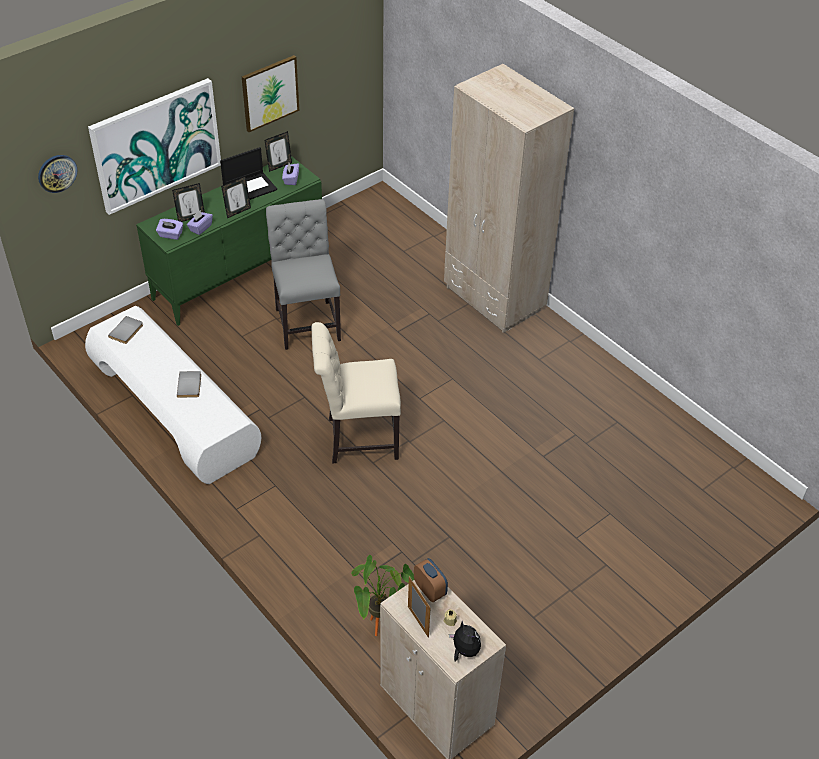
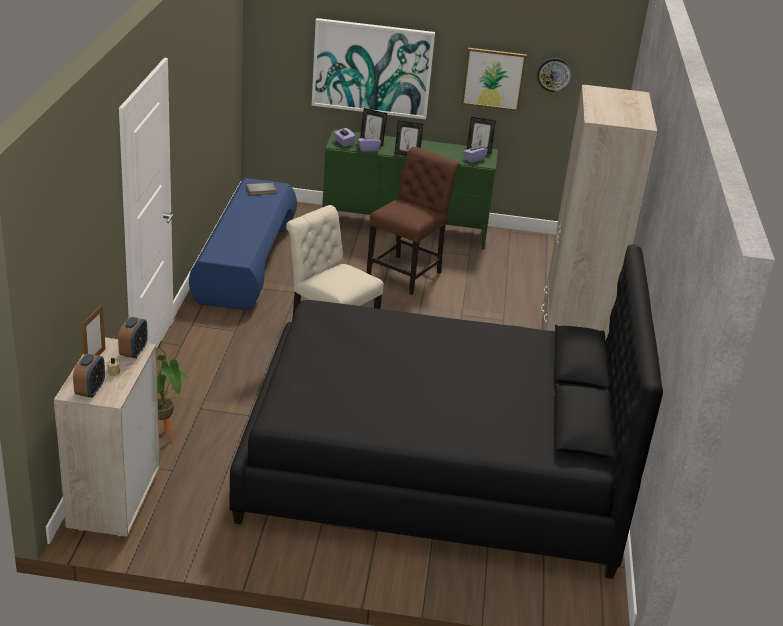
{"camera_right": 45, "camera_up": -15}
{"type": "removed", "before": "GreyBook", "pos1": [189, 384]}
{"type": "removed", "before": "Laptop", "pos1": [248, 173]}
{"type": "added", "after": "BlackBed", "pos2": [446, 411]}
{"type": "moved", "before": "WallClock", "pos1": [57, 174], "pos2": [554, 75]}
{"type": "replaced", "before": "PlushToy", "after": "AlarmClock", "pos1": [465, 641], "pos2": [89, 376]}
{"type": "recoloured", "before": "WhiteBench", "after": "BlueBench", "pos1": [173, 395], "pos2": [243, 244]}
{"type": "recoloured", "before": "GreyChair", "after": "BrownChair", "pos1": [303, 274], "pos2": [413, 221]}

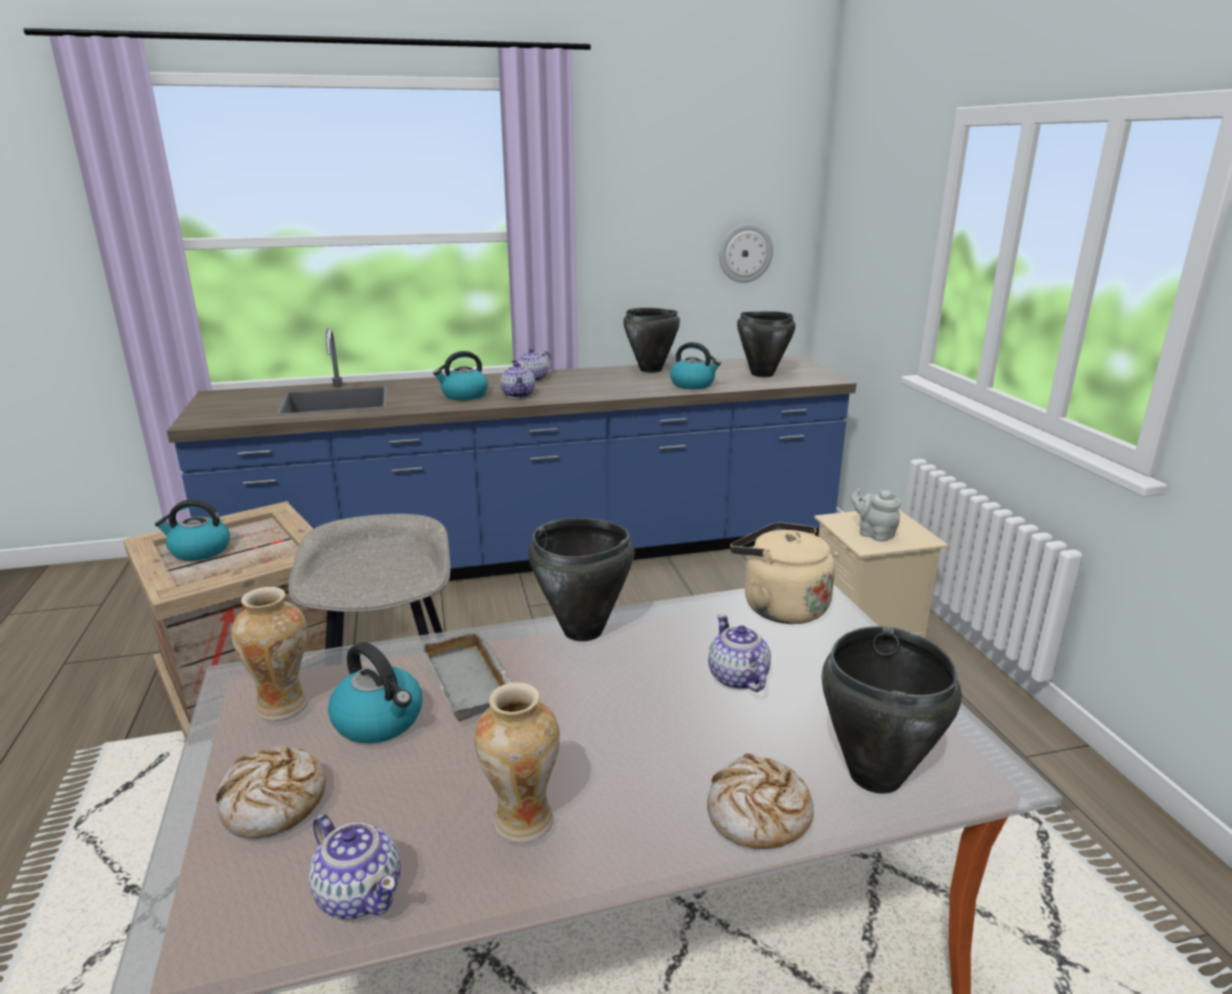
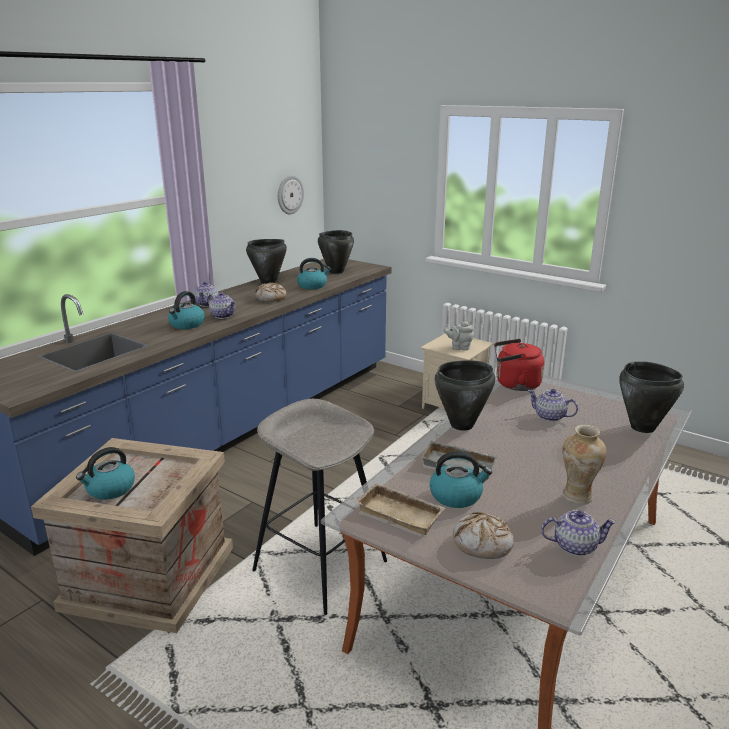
{"camera_right": -40, "camera_up": 0}
{"type": "moved", "before": "Bread", "pos1": [760, 801], "pos2": [271, 292]}
{"type": "replaced", "before": "Vase", "after": "BeigeTray", "pos1": [269, 654], "pos2": [400, 509]}
{"type": "recoloured", "before": "BeigeKettle", "after": "RedKettle", "pos1": [782, 573], "pos2": [519, 365]}

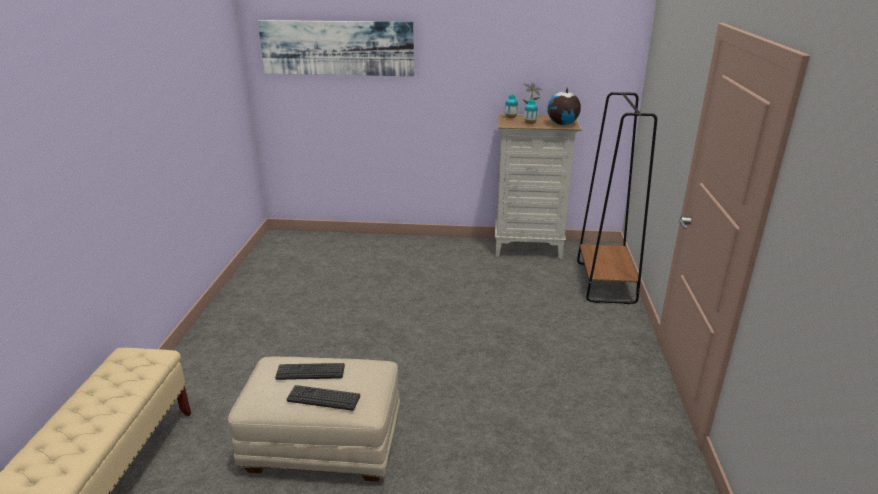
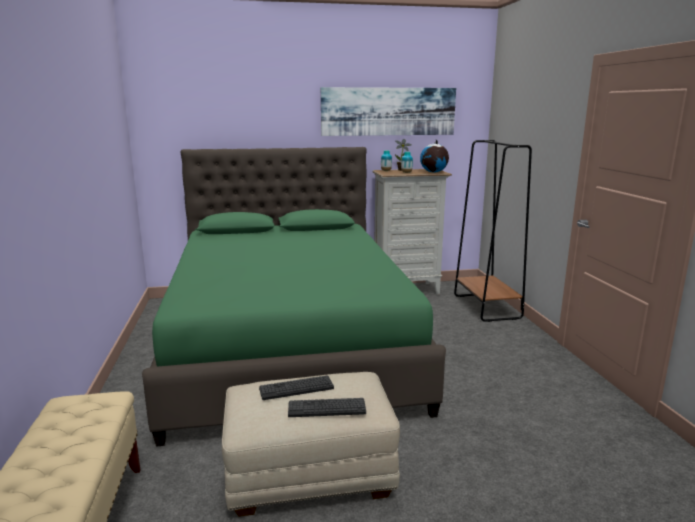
{"camera_right": -15, "camera_up": -10}
{"type": "added", "after": "GreenBed", "pos2": [294, 297]}
{"type": "moved", "before": "Picture", "pos1": [336, 48], "pos2": [388, 111]}

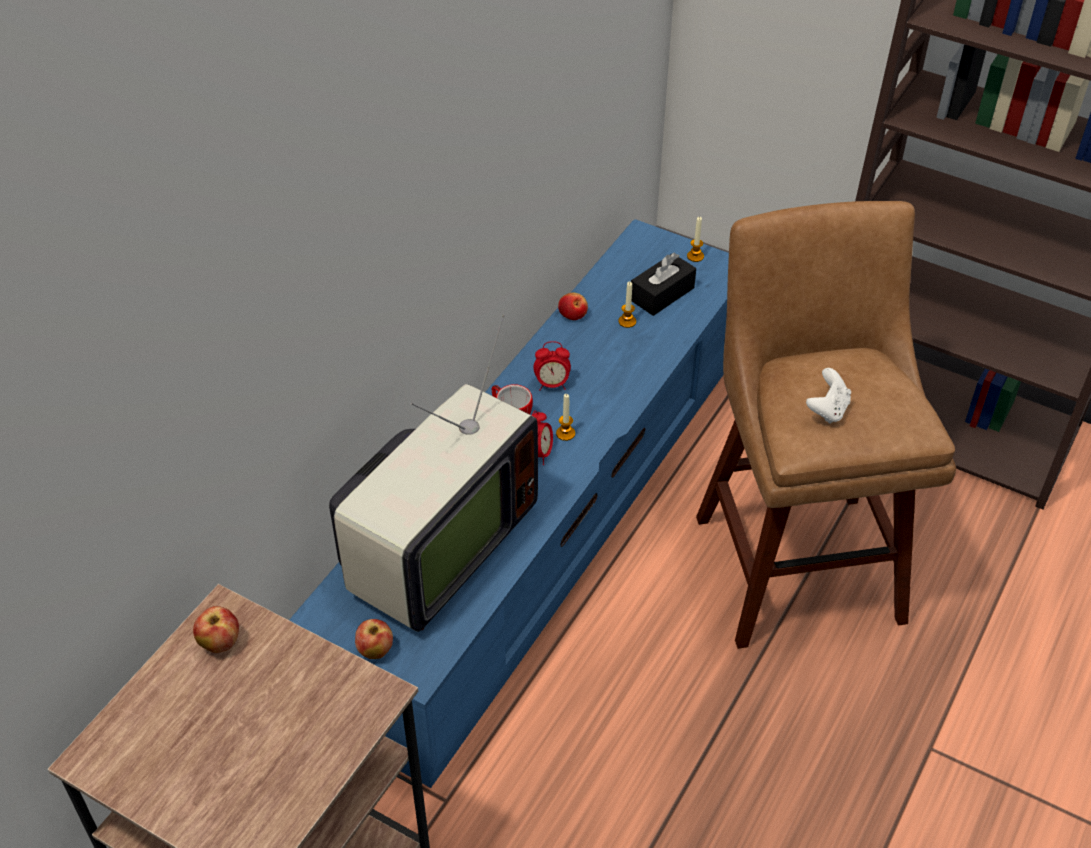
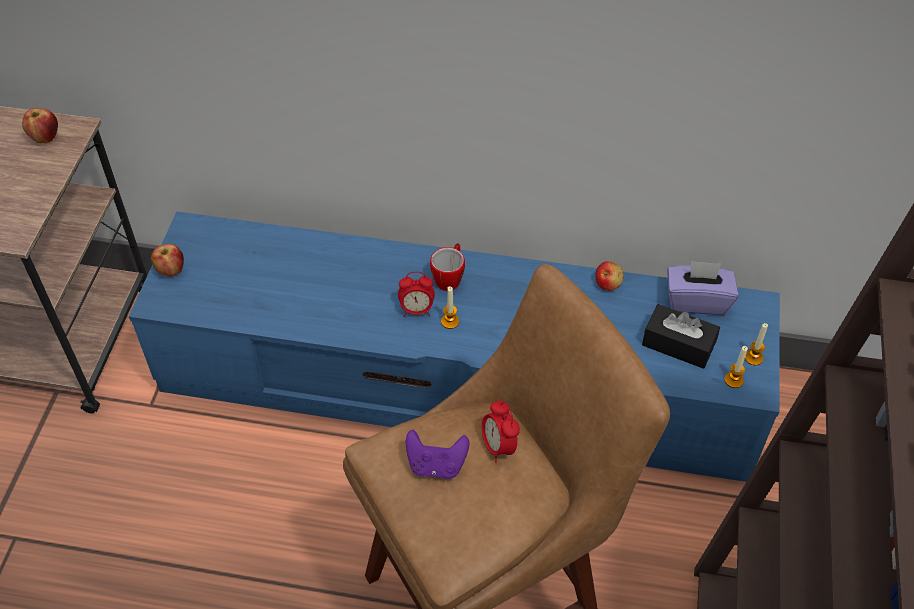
{"camera_right": 70, "camera_up": 5}
{"type": "removed", "before": "Television", "pos1": [433, 473]}
{"type": "added", "after": "PurpleTissueBox", "pos2": [702, 287]}
{"type": "moved", "before": "AlarmClock", "pos1": [552, 365], "pos2": [501, 432]}
{"type": "moved", "before": "Candle", "pos1": [627, 305], "pos2": [736, 367]}
{"type": "recoloured", "before": "WhiteGameController", "after": "PurpleGameController", "pos1": [828, 396], "pos2": [438, 454]}

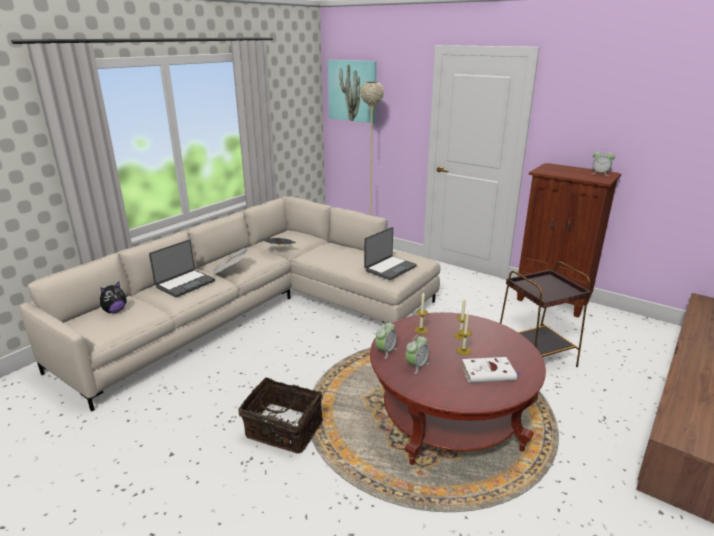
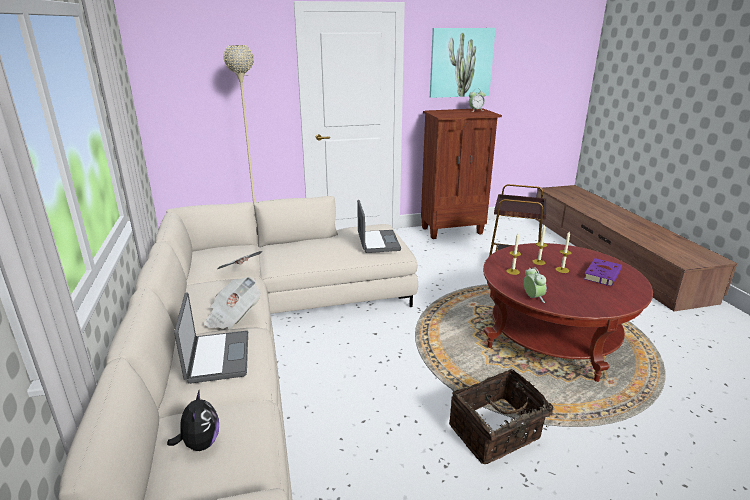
{"camera_right": -50, "camera_up": 0}
{"type": "removed", "before": "AlarmClock", "pos1": [417, 354]}
{"type": "moved", "before": "Picture", "pos1": [352, 91], "pos2": [463, 63]}
{"type": "recoloured", "before": "WhiteBook", "after": "PurpleBook", "pos1": [491, 370], "pos2": [603, 272]}

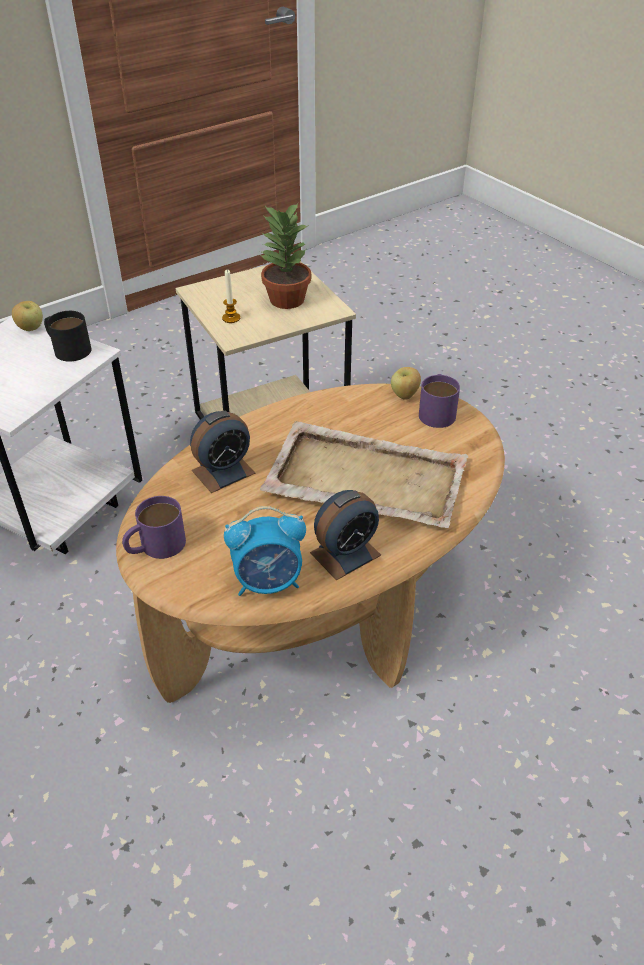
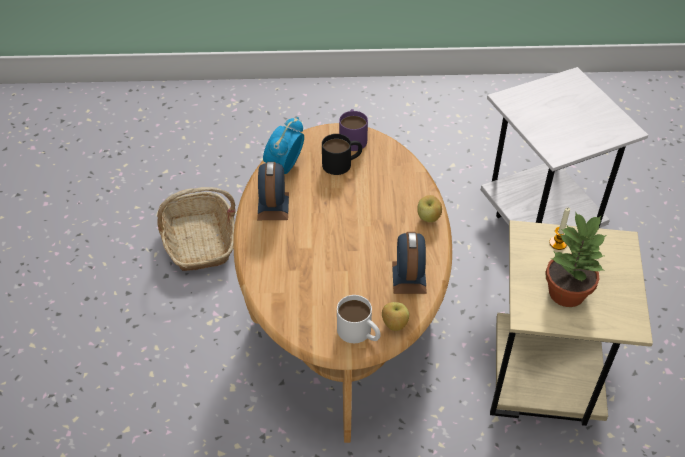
{"camera_right": 125, "camera_up": 5}
{"type": "removed", "before": "BeigeTray", "pos1": [364, 474]}
{"type": "added", "after": "Basket", "pos2": [196, 229]}
{"type": "moved", "before": "Apple", "pos1": [27, 316], "pos2": [429, 208]}
{"type": "moved", "before": "BlackMug", "pos1": [67, 336], "pos2": [342, 154]}
{"type": "moved", "before": "AlarmClock", "pos1": [223, 452], "pos2": [409, 263]}
{"type": "recoloured", "before": "PurpleMug", "after": "WhiteMug", "pos1": [439, 401], "pos2": [359, 319]}

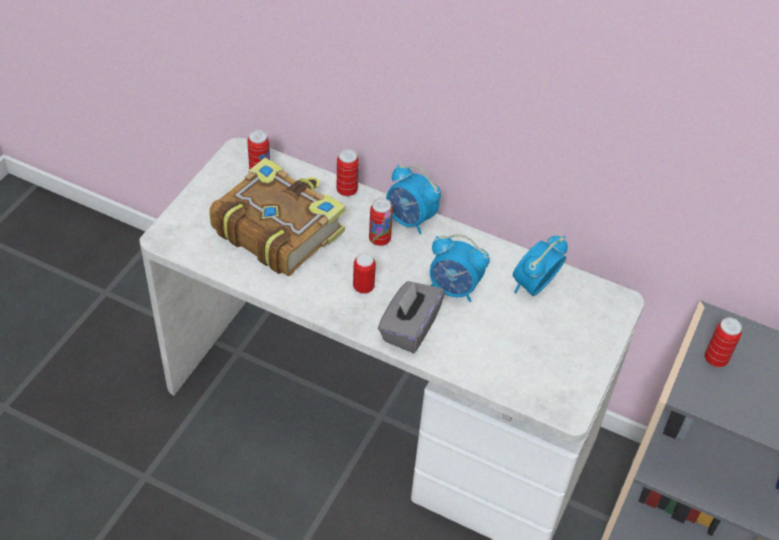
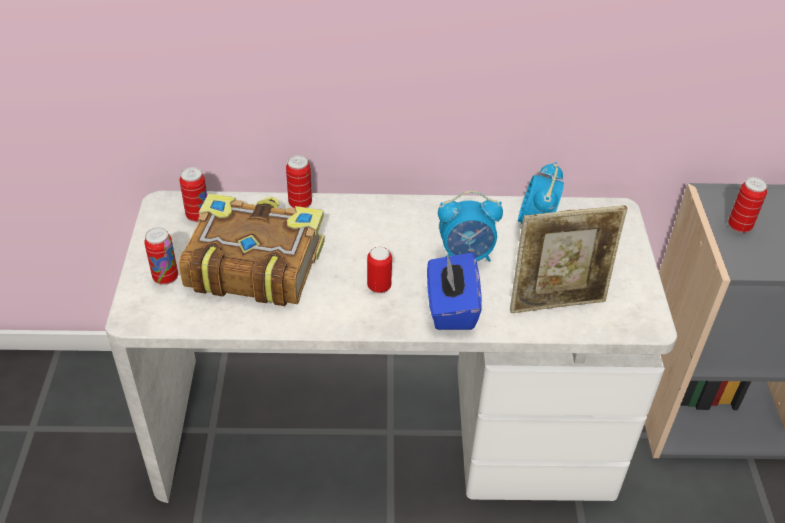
{"camera_right": -25, "camera_up": -5}
{"type": "removed", "before": "AlarmClock", "pos1": [413, 199]}
{"type": "added", "after": "PictureFrame", "pos2": [569, 259]}
{"type": "moved", "before": "Can", "pos1": [381, 222], "pos2": [161, 256]}
{"type": "recoloured", "before": "GreyTissueBox", "after": "BlueTissueBox", "pos1": [411, 317], "pos2": [454, 291]}

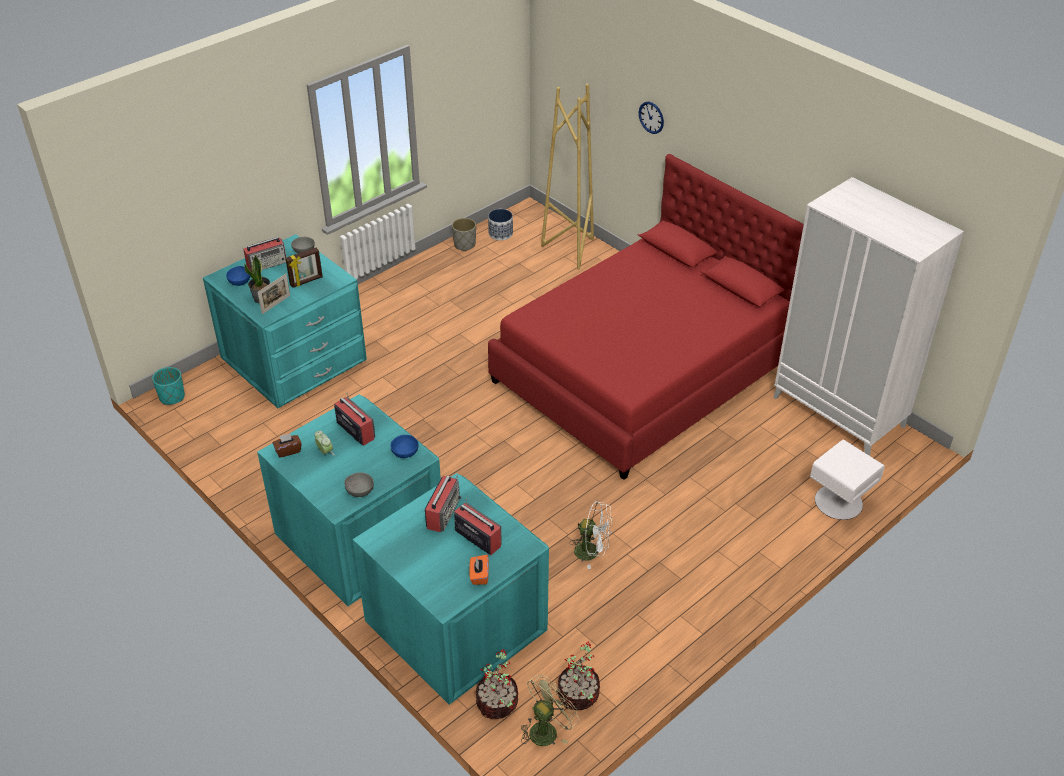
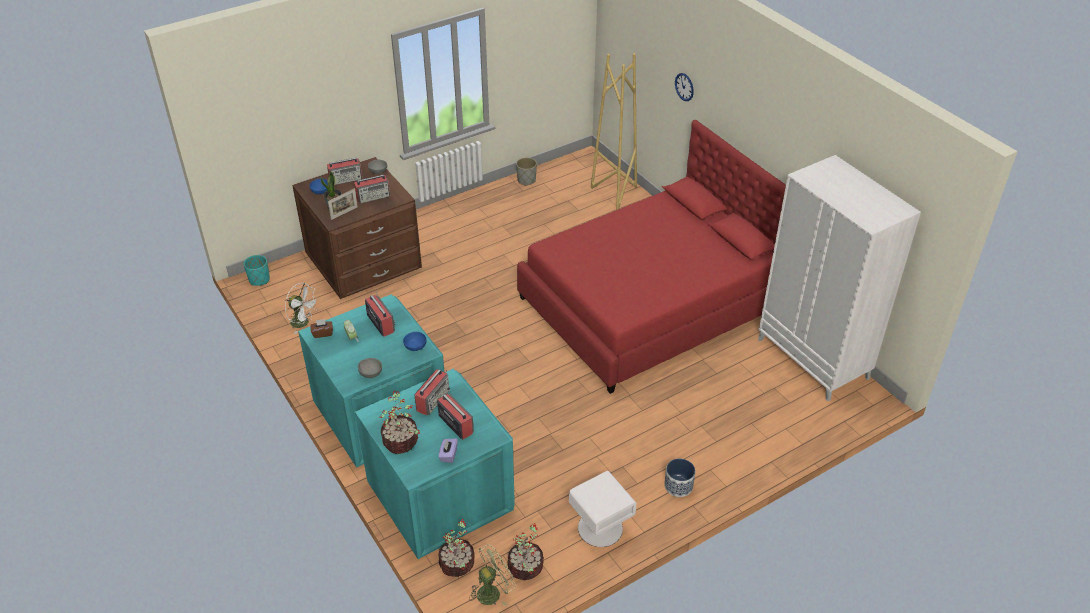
{"camera_right": 10, "camera_up": 0}
{"type": "added", "after": "PottedPlant", "pos2": [400, 422]}
{"type": "moved", "before": "Planter", "pos1": [500, 224], "pos2": [679, 477]}
{"type": "moved", "before": "WhiteFan", "pos1": [590, 535], "pos2": [302, 308]}
{"type": "moved", "before": "WhiteNightstand", "pos1": [847, 479], "pos2": [603, 509]}
{"type": "replaced", "before": "PictureFrame", "after": "Radio", "pos1": [304, 268], "pos2": [372, 189]}
{"type": "recoloured", "before": "TurquoiseDresser", "after": "BrownDresser", "pos1": [285, 321], "pos2": [357, 228]}
{"type": "recoloured", "before": "OrangeTissueBox", "after": "PurpleTissueBox", "pos1": [479, 570], "pos2": [448, 450]}

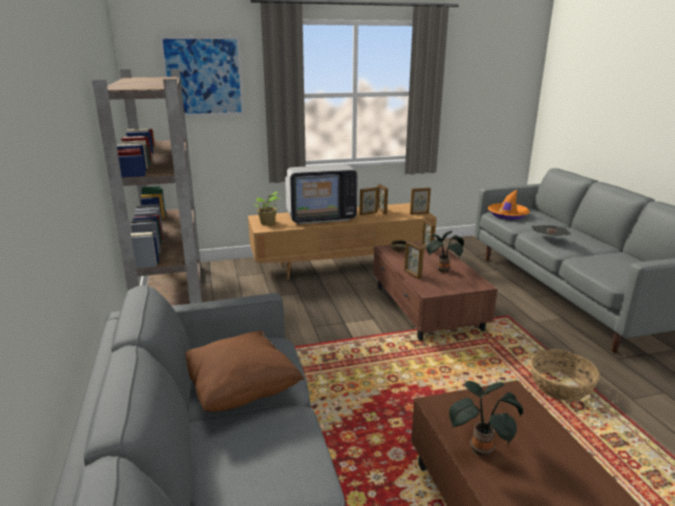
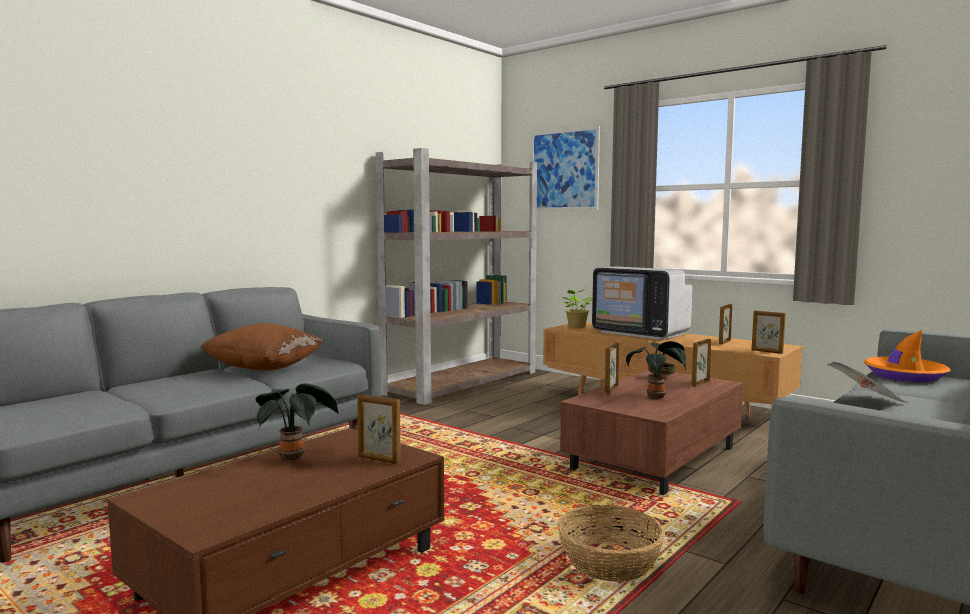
{"camera_right": 55, "camera_up": -15}
{"type": "moved", "before": "PictureFrame", "pos1": [368, 201], "pos2": [379, 429]}

